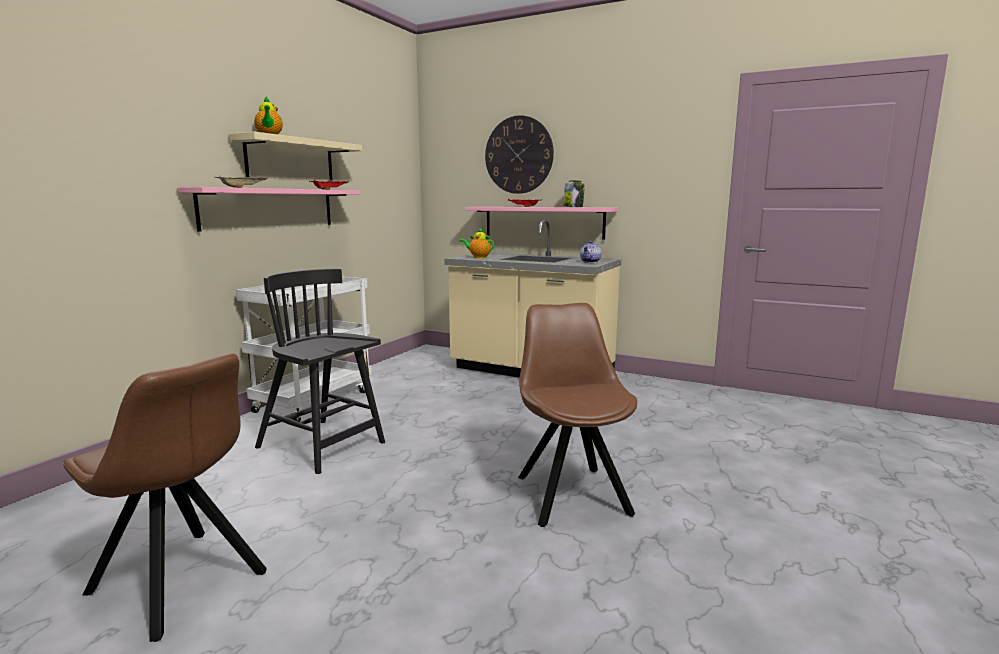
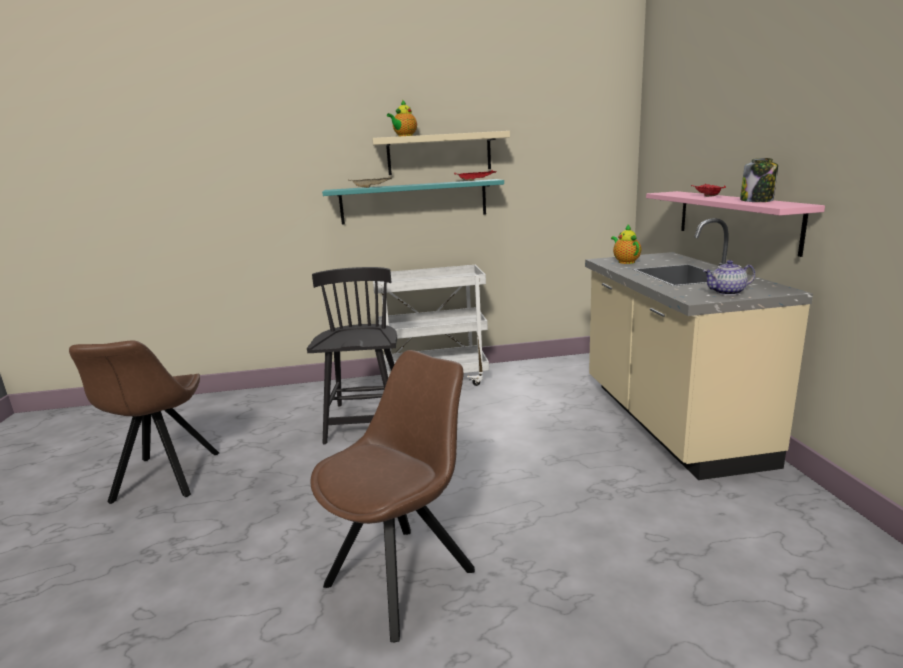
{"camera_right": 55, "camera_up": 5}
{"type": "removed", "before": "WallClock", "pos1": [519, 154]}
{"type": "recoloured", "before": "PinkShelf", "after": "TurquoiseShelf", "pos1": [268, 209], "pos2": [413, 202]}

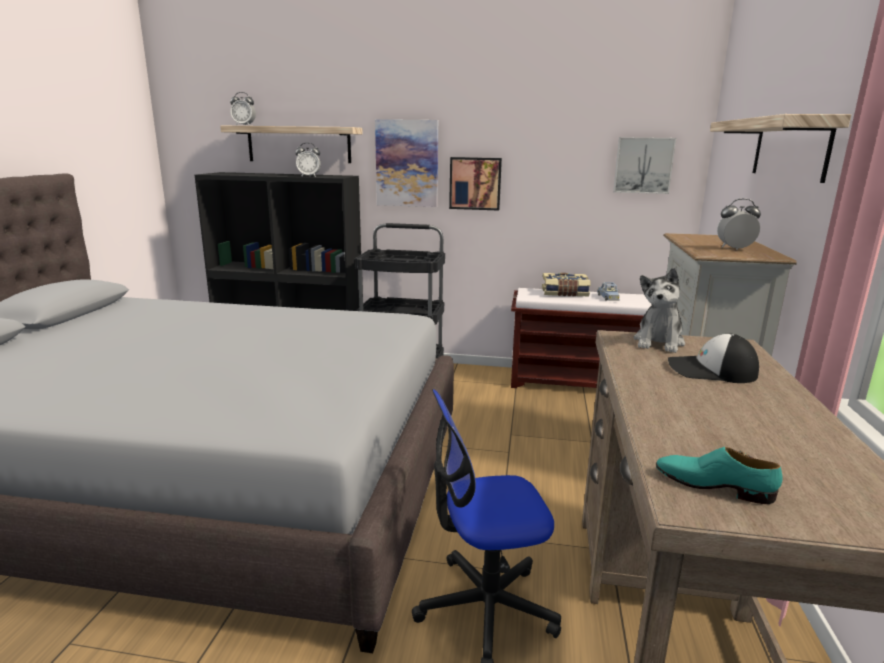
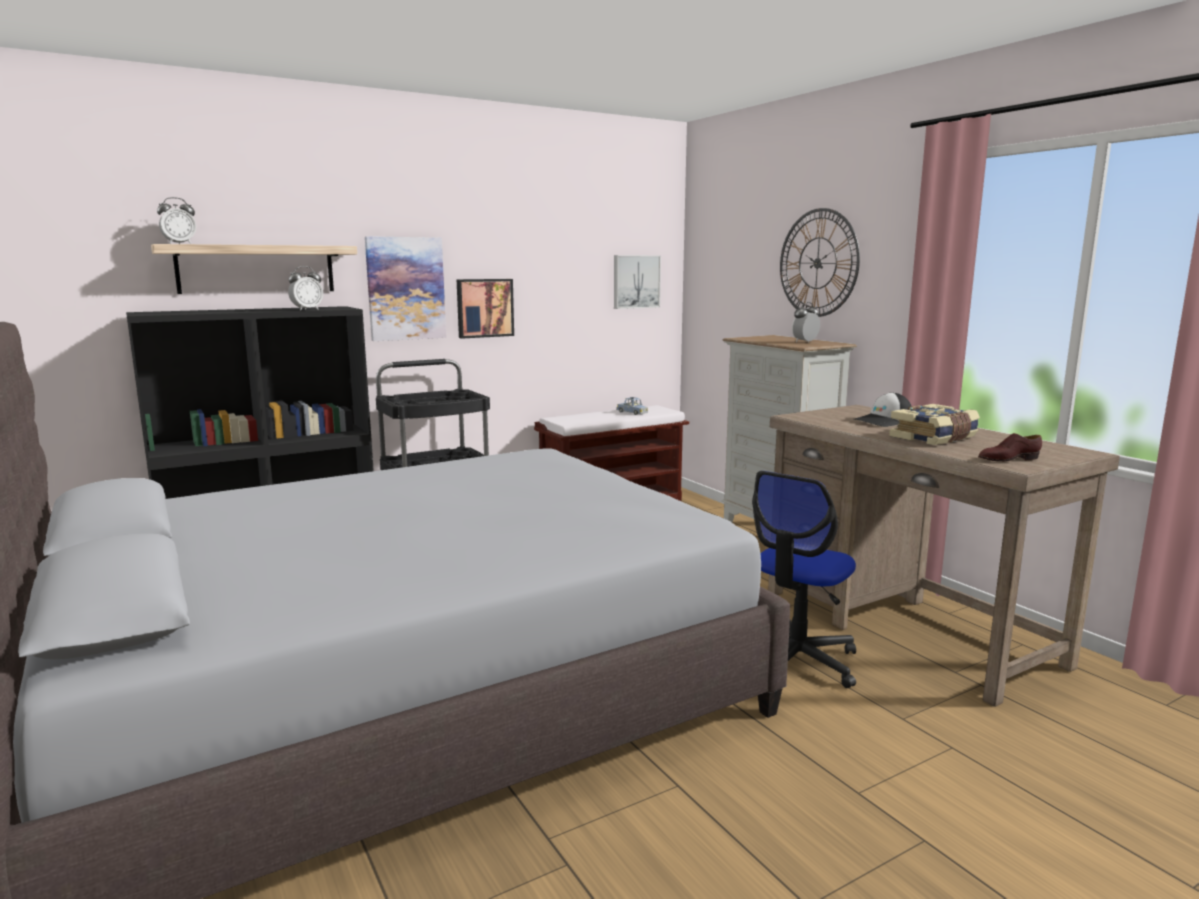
{"camera_right": -40, "camera_up": -5}
{"type": "removed", "before": "PlushToy", "pos1": [659, 310]}
{"type": "moved", "before": "Book", "pos1": [566, 284], "pos2": [934, 424]}
{"type": "replaced", "before": "Shelf", "after": "WallClock", "pos1": [780, 148], "pos2": [820, 262]}
{"type": "recoloured", "before": "TurquoiseShoe", "after": "BrownShoe", "pos1": [719, 475], "pos2": [1010, 447]}

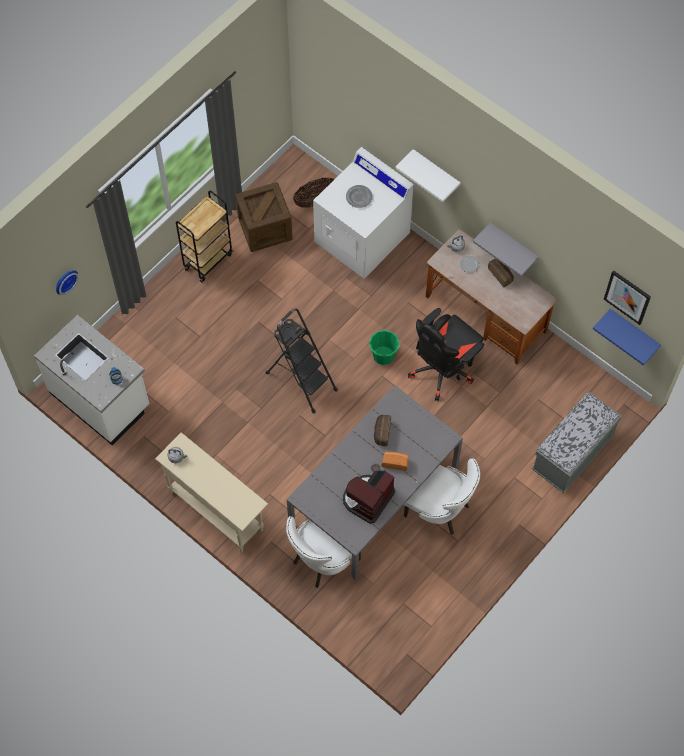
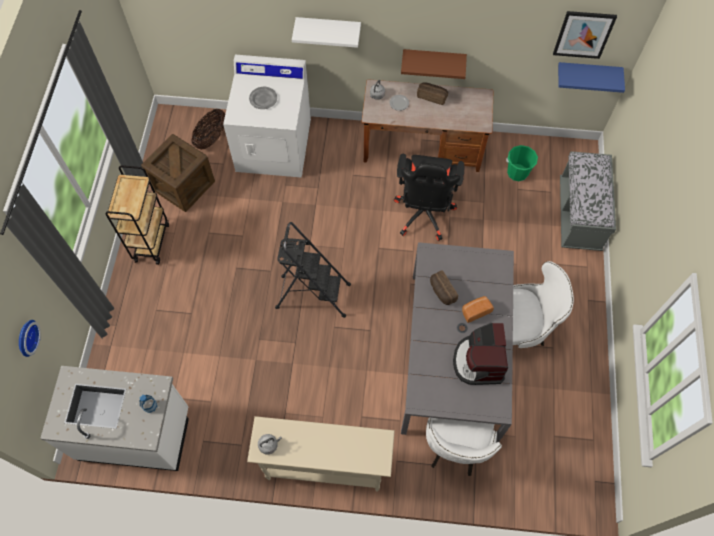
{"camera_right": -35, "camera_up": 0}
{"type": "moved", "before": "GreenBucket", "pos1": [384, 347], "pos2": [522, 163]}
{"type": "recoloured", "before": "GreyShelf", "after": "BrownShelf", "pos1": [505, 249], "pos2": [434, 64]}

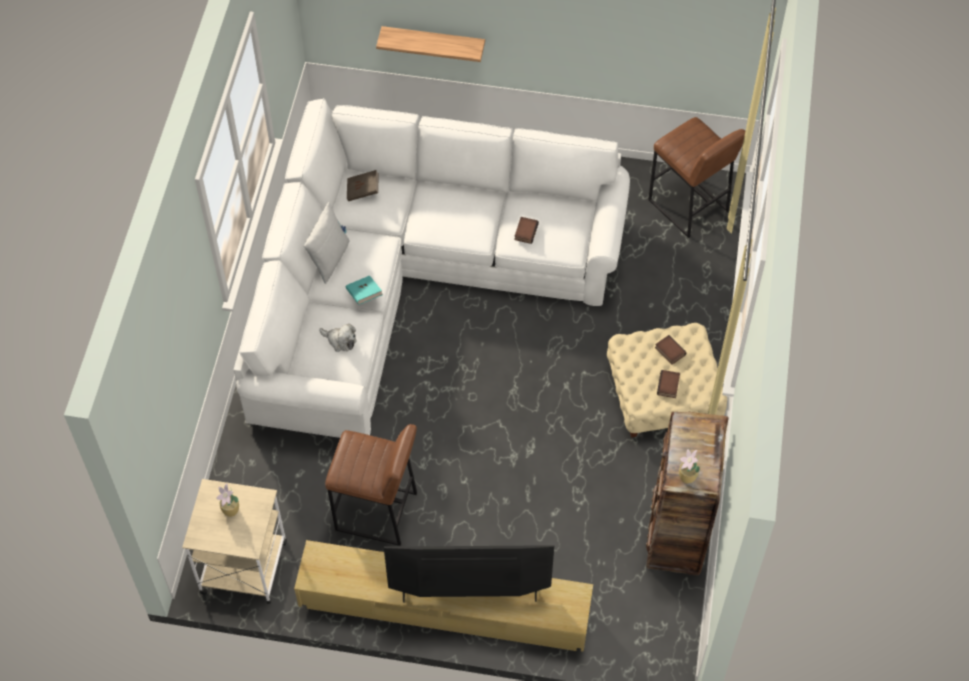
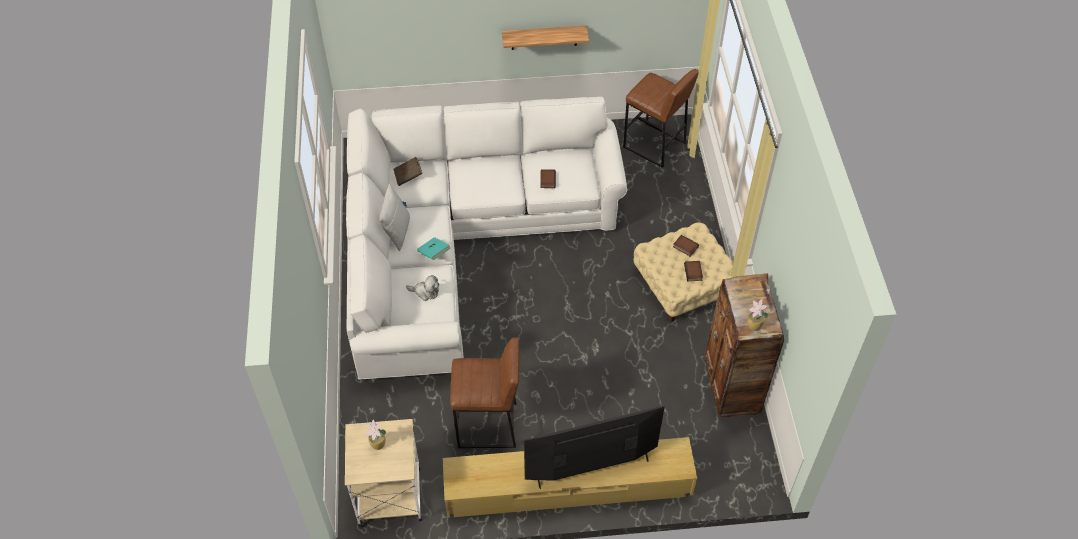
{"camera_right": -15, "camera_up": -5}
{"type": "moved", "before": "Shelf", "pos1": [430, 44], "pos2": [545, 38]}

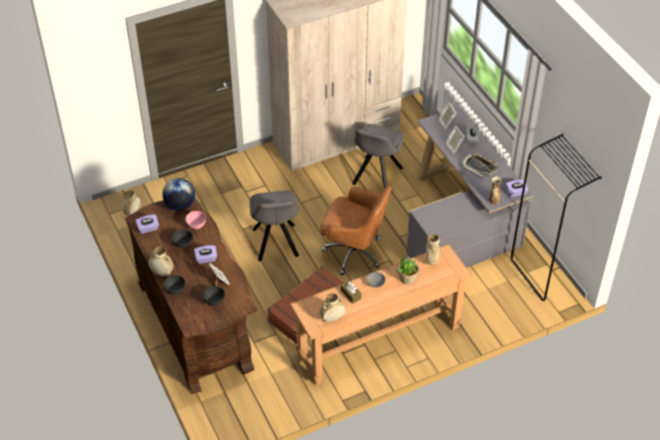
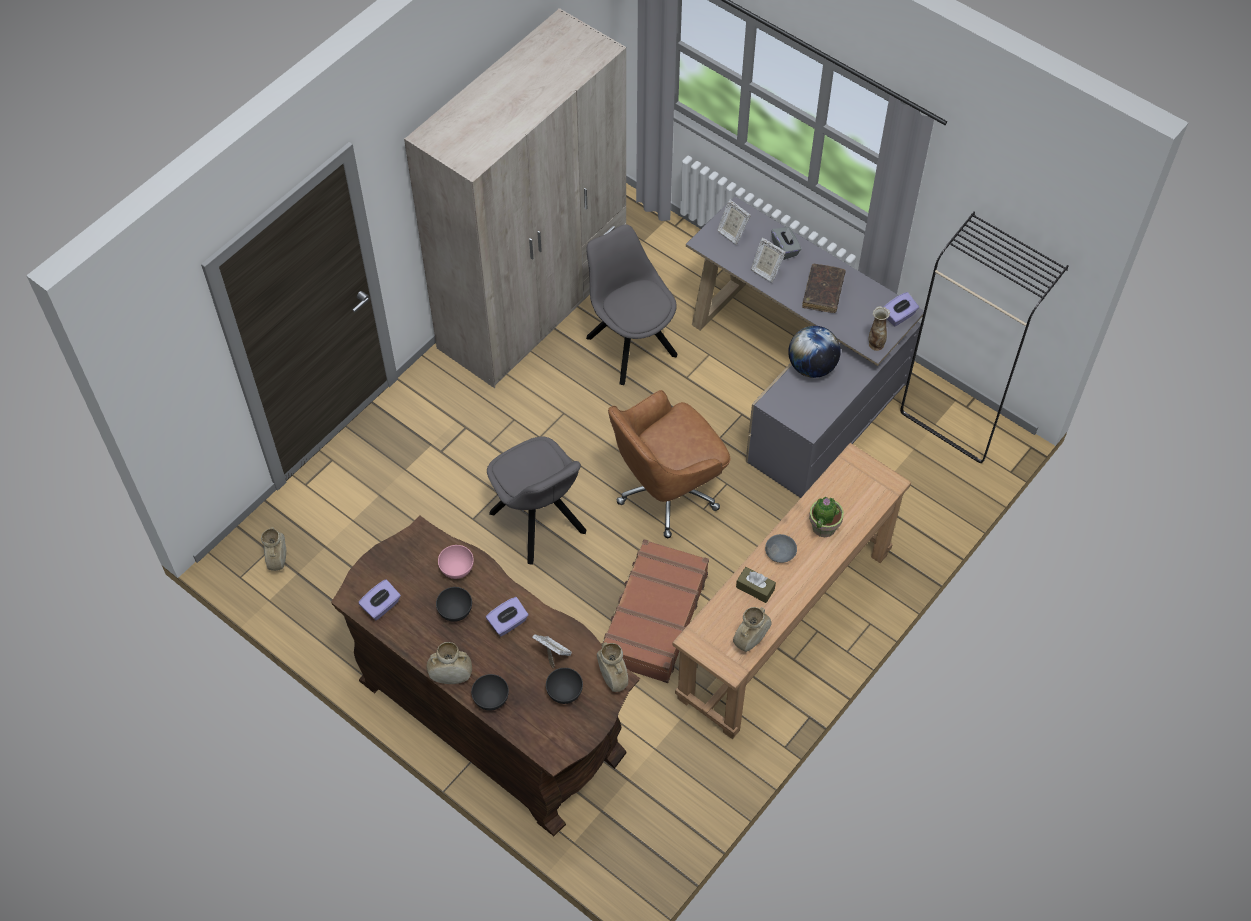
{"camera_right": -25, "camera_up": 10}
{"type": "moved", "before": "Globe", "pos1": [178, 194], "pos2": [814, 352]}
{"type": "moved", "before": "BeigeVase", "pos1": [433, 249], "pos2": [612, 667]}
{"type": "replaced", "before": "Tray", "after": "BrownBook", "pos1": [480, 166], "pos2": [824, 288]}
{"type": "turned", "before": "BrownOfficeChair", "pos1": [356, 230], "pos2": [669, 464], "turn": 150}
{"type": "turned", "before": "GreyChair", "pos1": [378, 156], "pos2": [631, 304], "turn": 150}

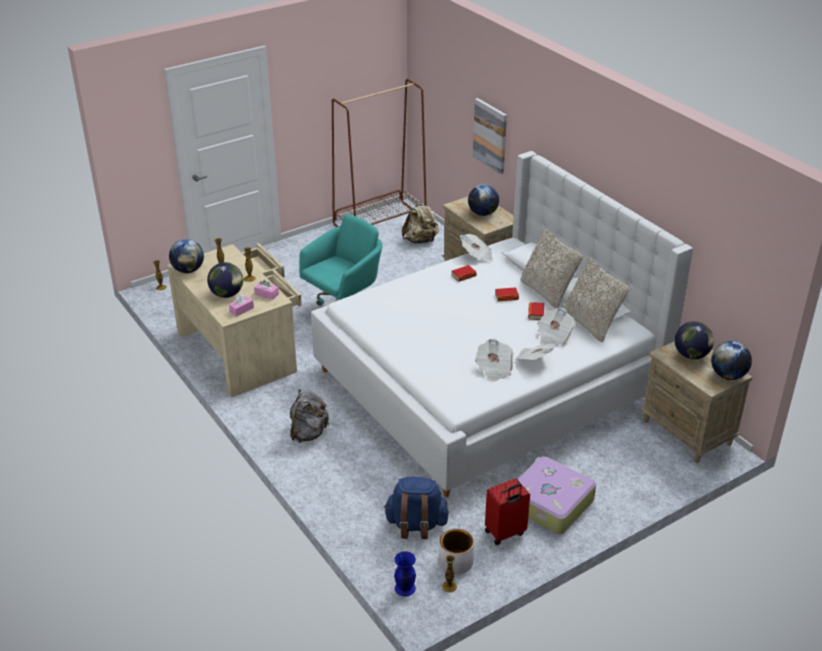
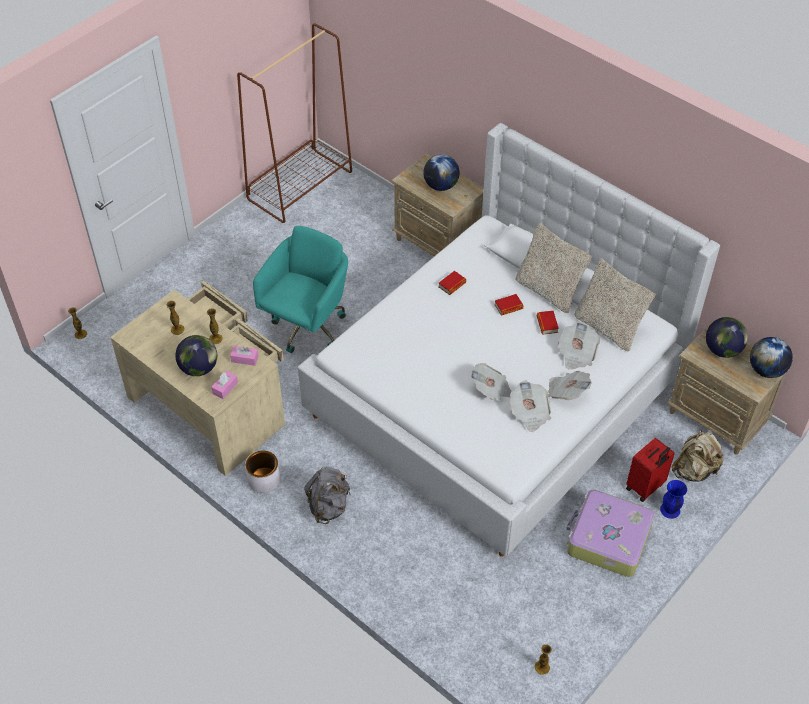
{"camera_right": -15, "camera_up": 15}
{"type": "removed", "before": "Globe", "pos1": [186, 256]}
{"type": "removed", "before": "BlueBackpack", "pos1": [416, 508]}
{"type": "removed", "before": "Picture", "pos1": [490, 136]}
{"type": "moved", "before": "BlueVase", "pos1": [405, 574], "pos2": [673, 499]}
{"type": "moved", "before": "BeigeBackpack", "pos1": [420, 222], "pos2": [698, 455]}
{"type": "moved", "before": "WhitePlanter", "pos1": [456, 551], "pos2": [262, 471]}
{"type": "moved", "before": "Newspaper", "pos1": [476, 247], "pos2": [491, 381]}
{"type": "moved", "before": "RedSuitcase", "pos1": [507, 511], "pos2": [650, 470]}

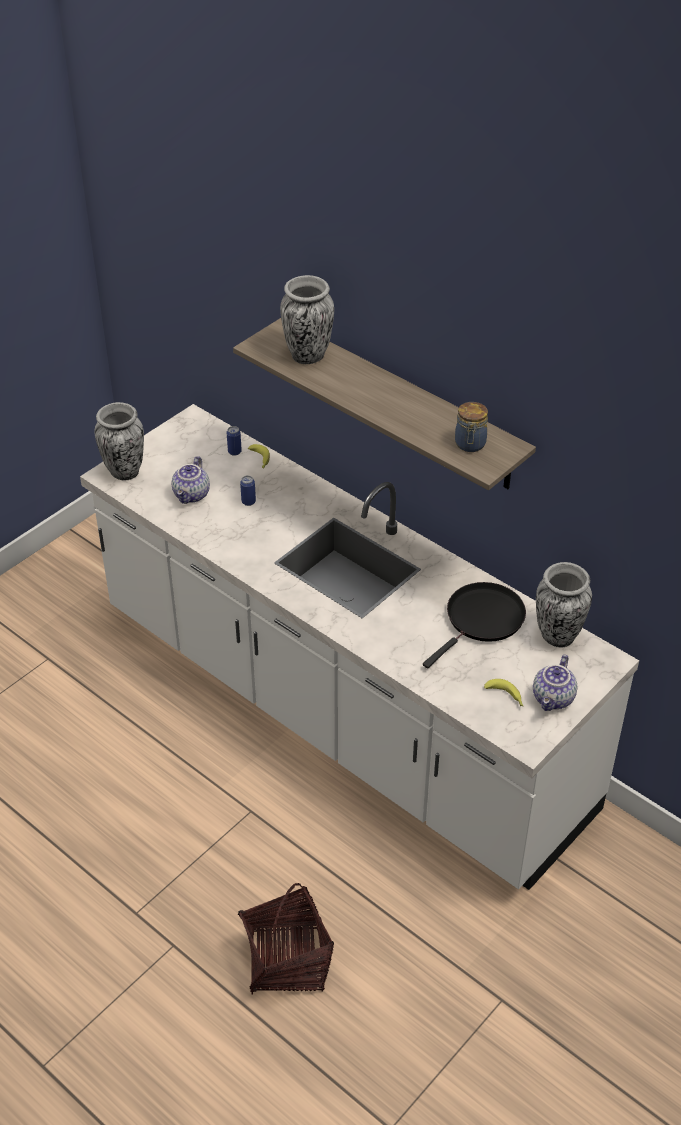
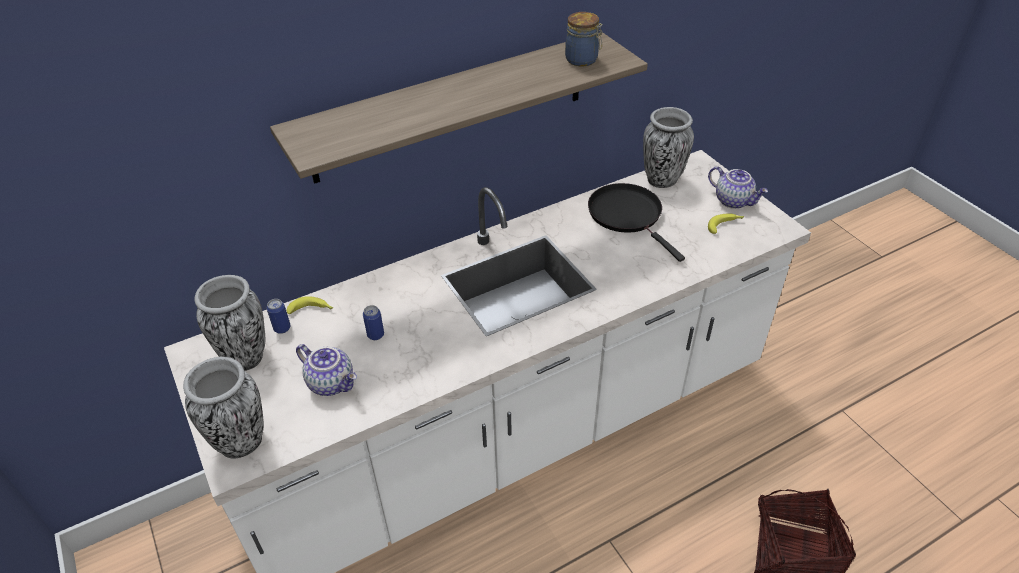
{"camera_right": -70, "camera_up": 0}
{"type": "moved", "before": "Vase", "pos1": [307, 319], "pos2": [230, 323]}

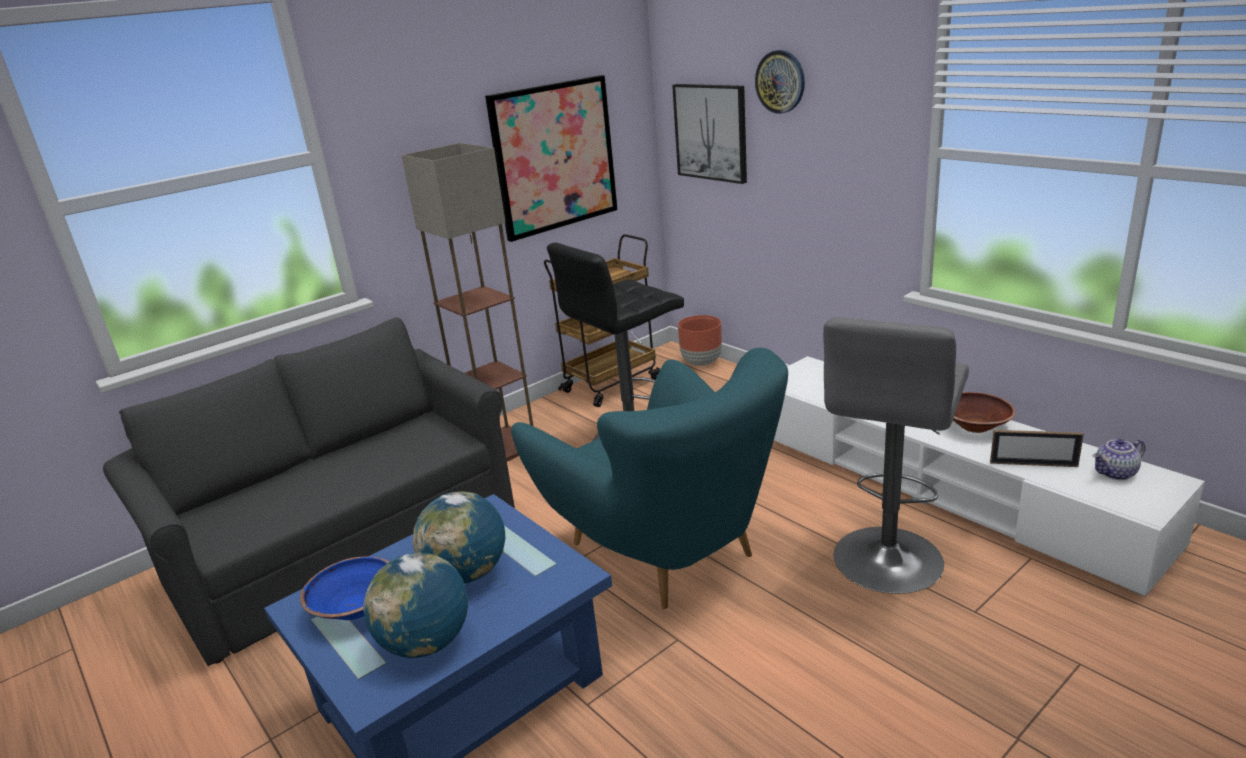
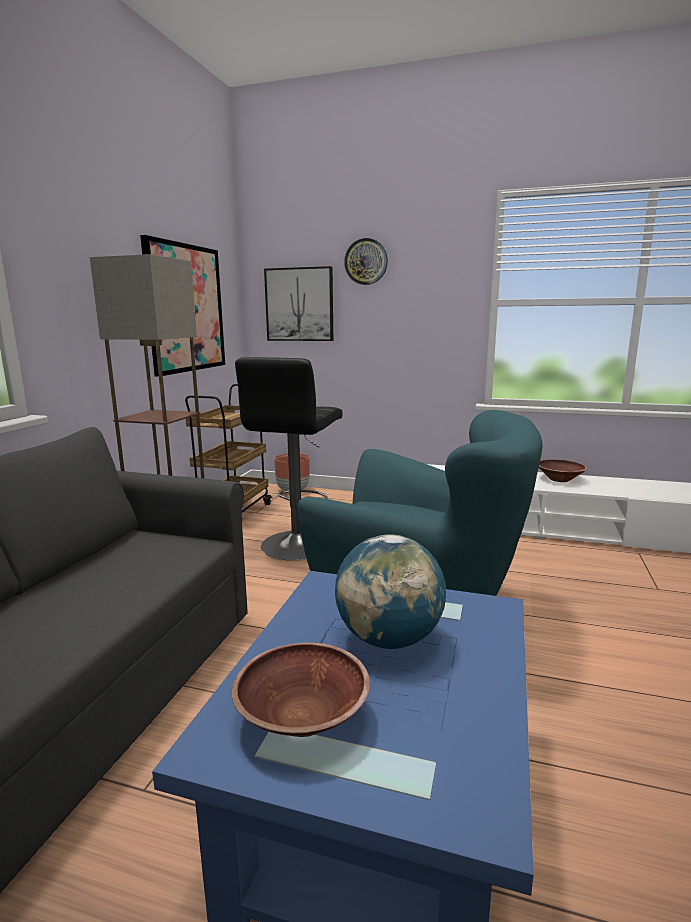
{"camera_right": -35, "camera_up": -10}
{"type": "removed", "before": "Globe", "pos1": [415, 605]}
{"type": "removed", "before": "GreyStool", "pos1": [896, 455]}
{"type": "removed", "before": "PictureFrame", "pos1": [1037, 448]}
{"type": "removed", "before": "Teapot", "pos1": [1119, 459]}
{"type": "recoloured", "before": "BlueBowl", "after": "BrownBowl", "pos1": [344, 588], "pos2": [301, 690]}

